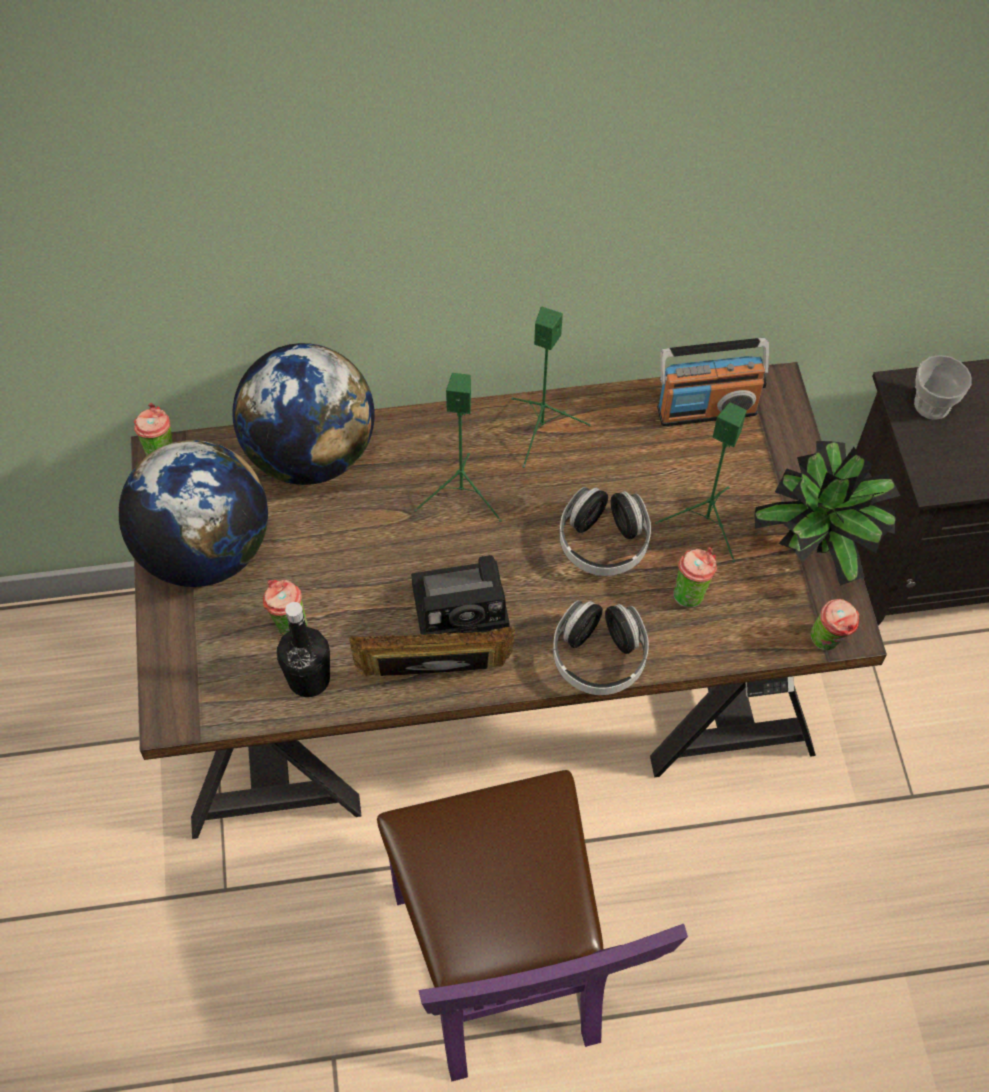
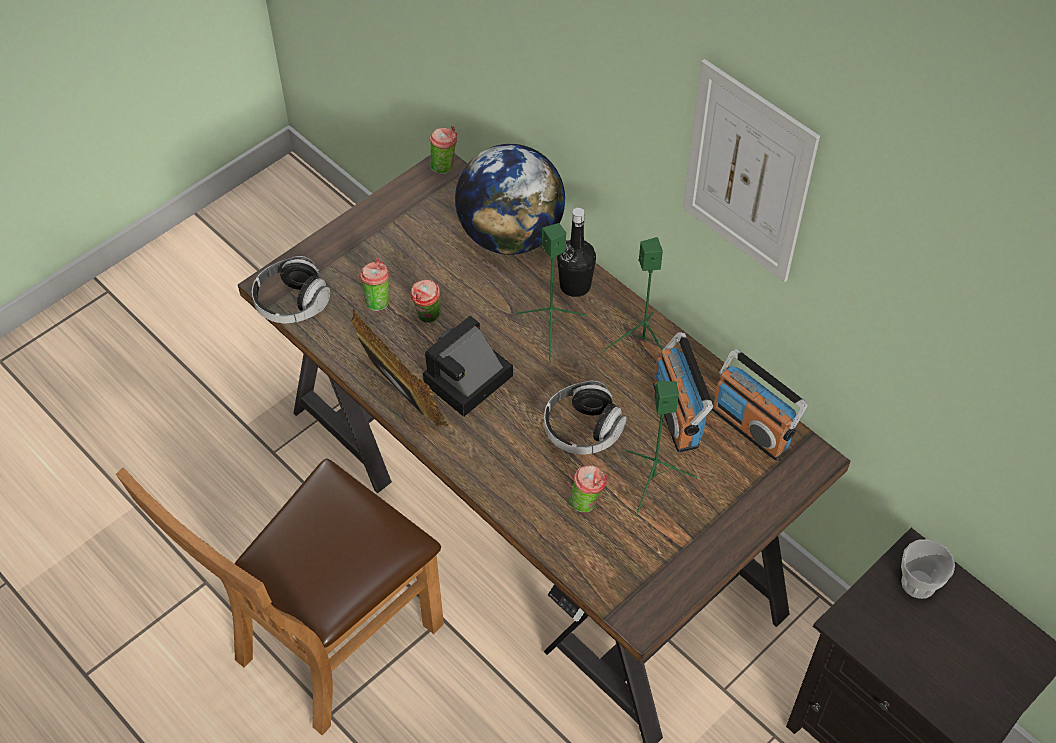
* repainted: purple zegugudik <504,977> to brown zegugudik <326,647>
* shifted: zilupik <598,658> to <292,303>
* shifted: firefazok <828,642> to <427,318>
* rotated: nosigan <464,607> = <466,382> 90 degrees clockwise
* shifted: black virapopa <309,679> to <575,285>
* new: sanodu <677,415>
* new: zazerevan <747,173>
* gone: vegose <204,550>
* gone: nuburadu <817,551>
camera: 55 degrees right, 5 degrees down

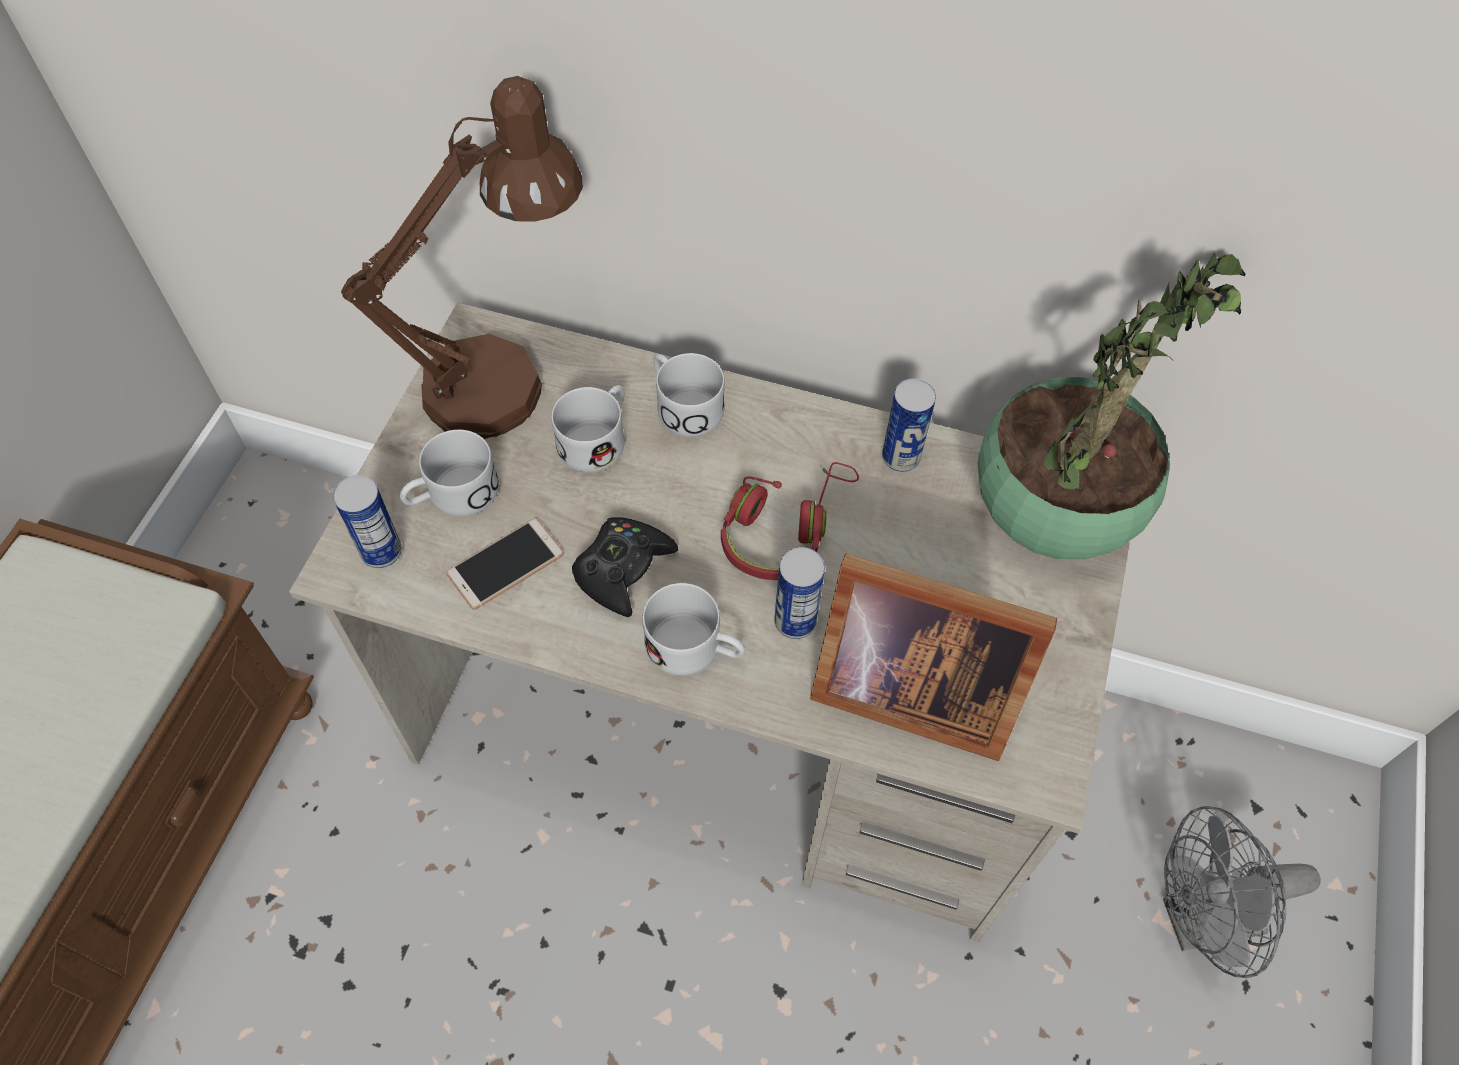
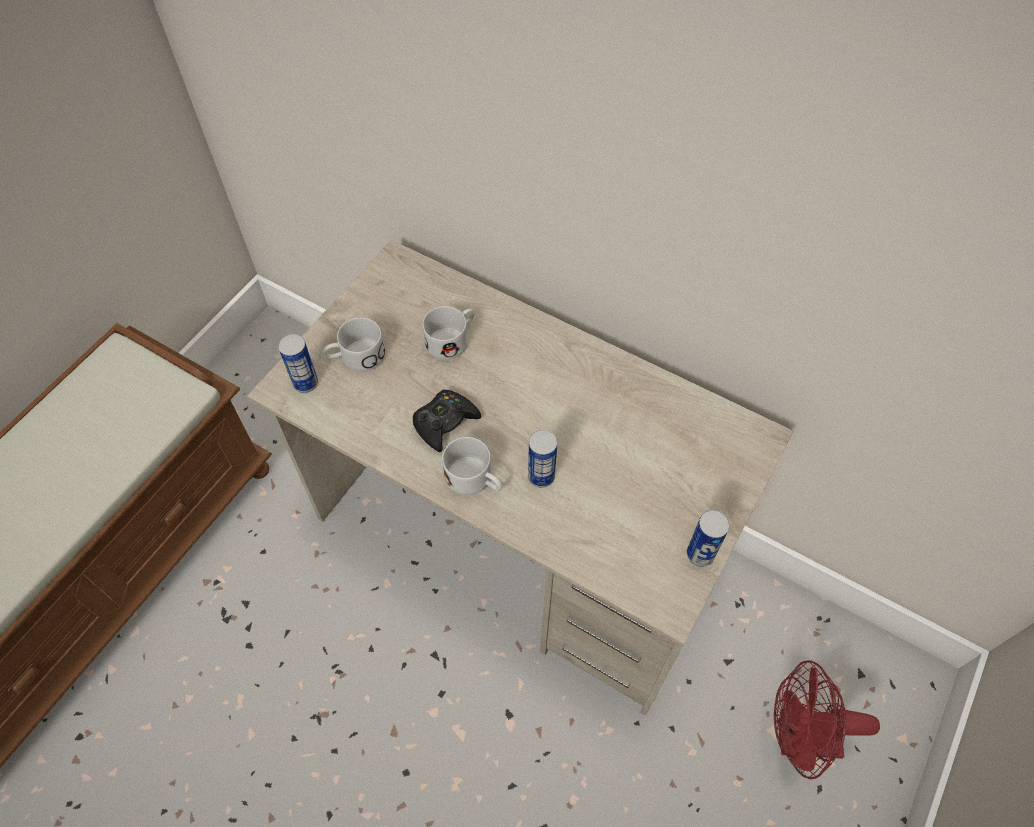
* shifted: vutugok <901,457> to <700,554>
* repainted: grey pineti <1197,922> to red pineti <798,739>
* gone: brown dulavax <505,379>
* gone: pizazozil <505,564>
* gone: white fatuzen <683,405>
* gone: red zilupik <783,529>
* gone: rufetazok <907,685>
* gone: nuburadu <1052,514>
camera: 15 degrees right, 0 degrees up

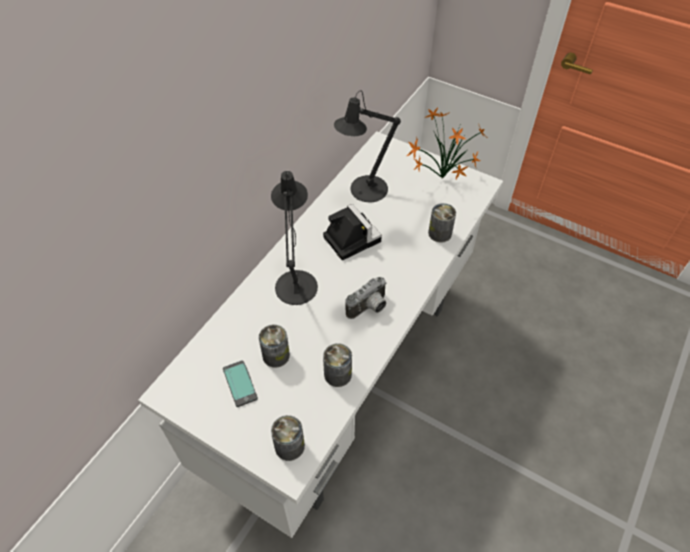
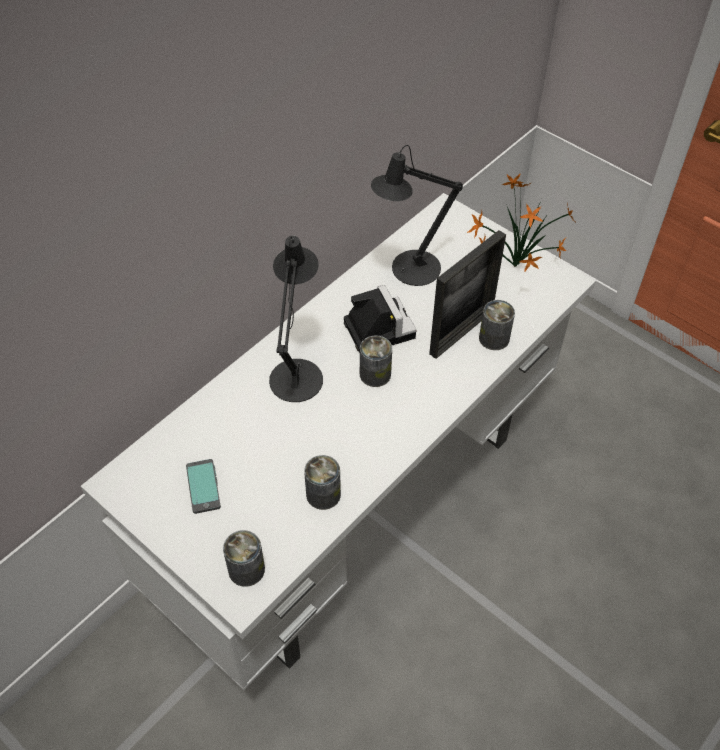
* shifted: vutugok <276,355> to <375,374>
* new: rufetazok <461,332>
* gone: nosigan <369,308>
camera: 10 degrees right, 0 degrees up

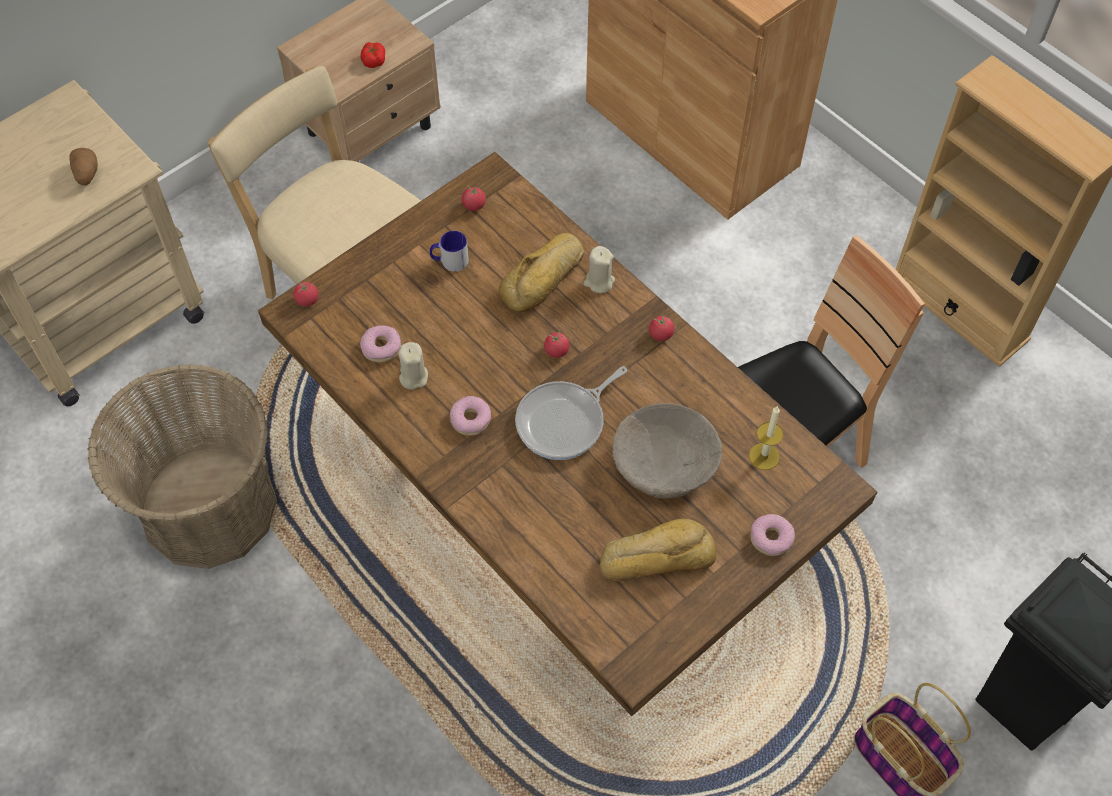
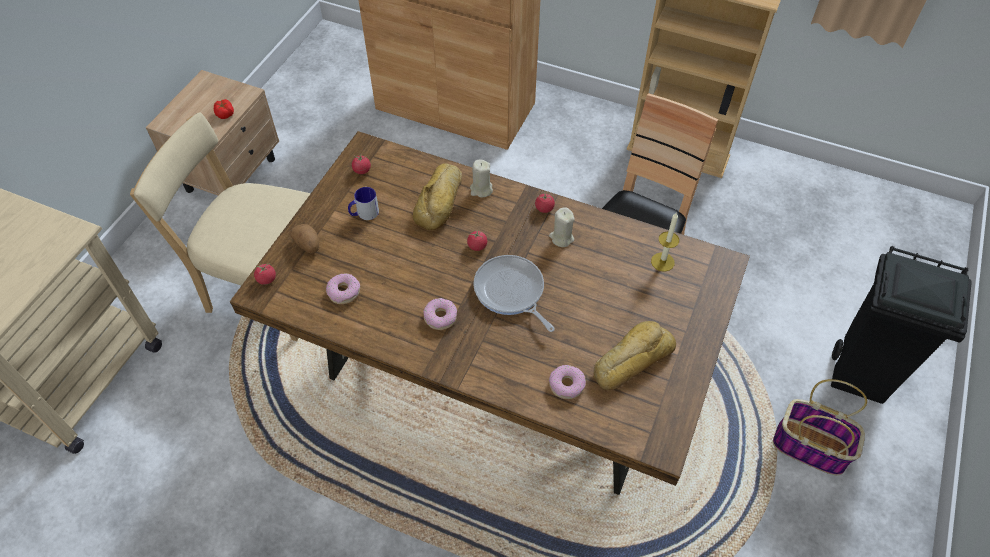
* shifted: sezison <86,174> to <308,245>
* rotated: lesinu <564,422> = <511,292> 120 degrees clockwise
* shifted: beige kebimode <413,376> to <561,238>
* shifted: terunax <771,538> to <566,384>
* gone: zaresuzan <208,507>
* gone: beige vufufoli <664,463>
camera: 25 degrees left, 5 degrees down

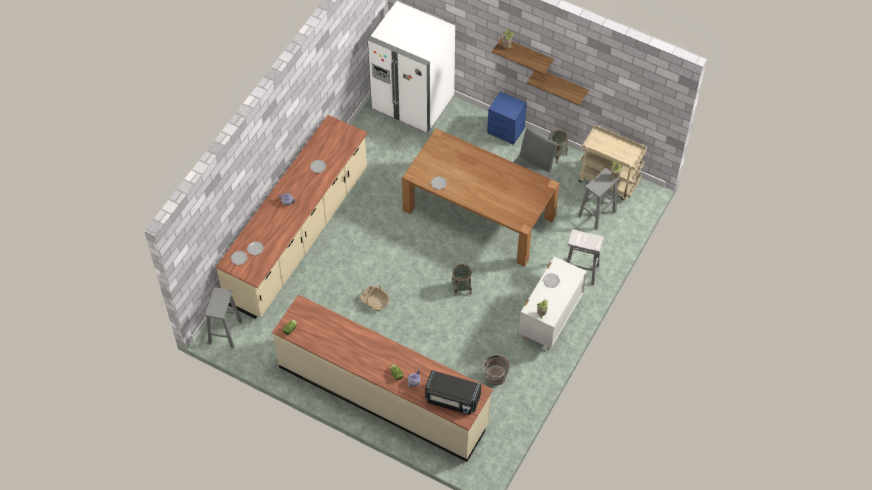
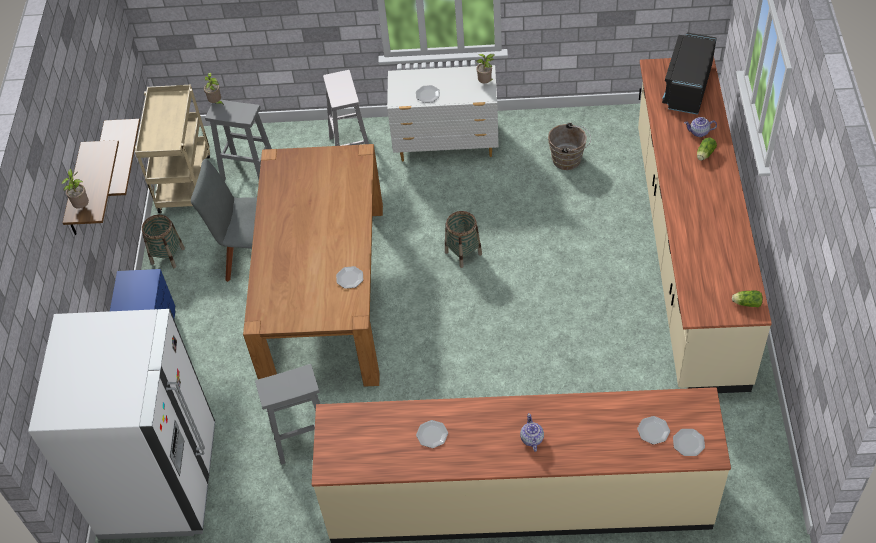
* shifted: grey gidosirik <225,332> to <301,438>
* rotated: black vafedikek <452,399> = <687,87> 150 degrees counterclockwise
* gone: zaresuzan <374,301>
camera: 115 degrees left, 5 degrees down

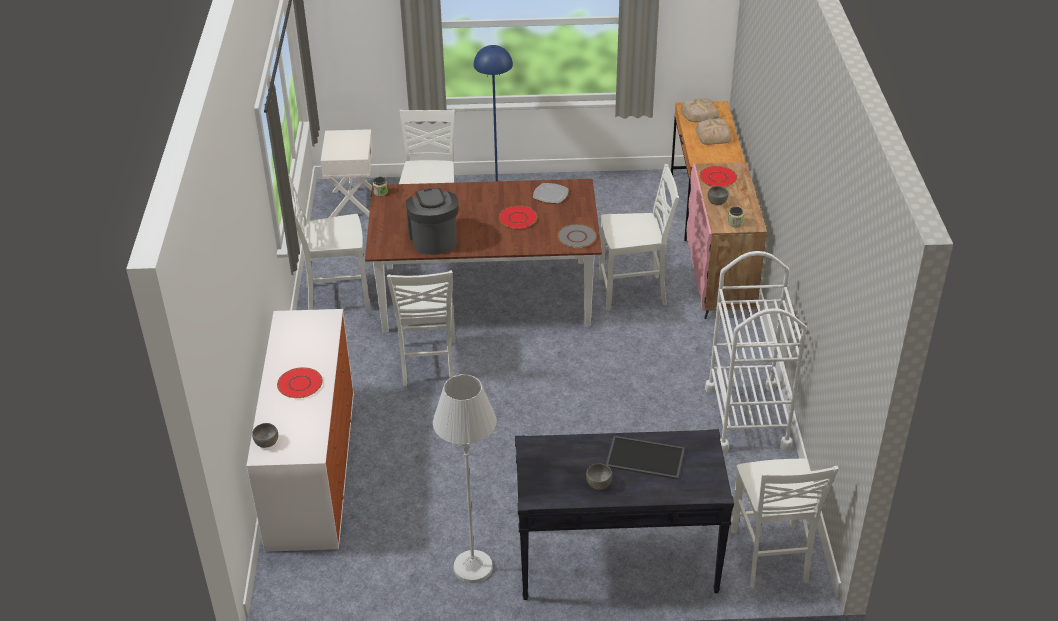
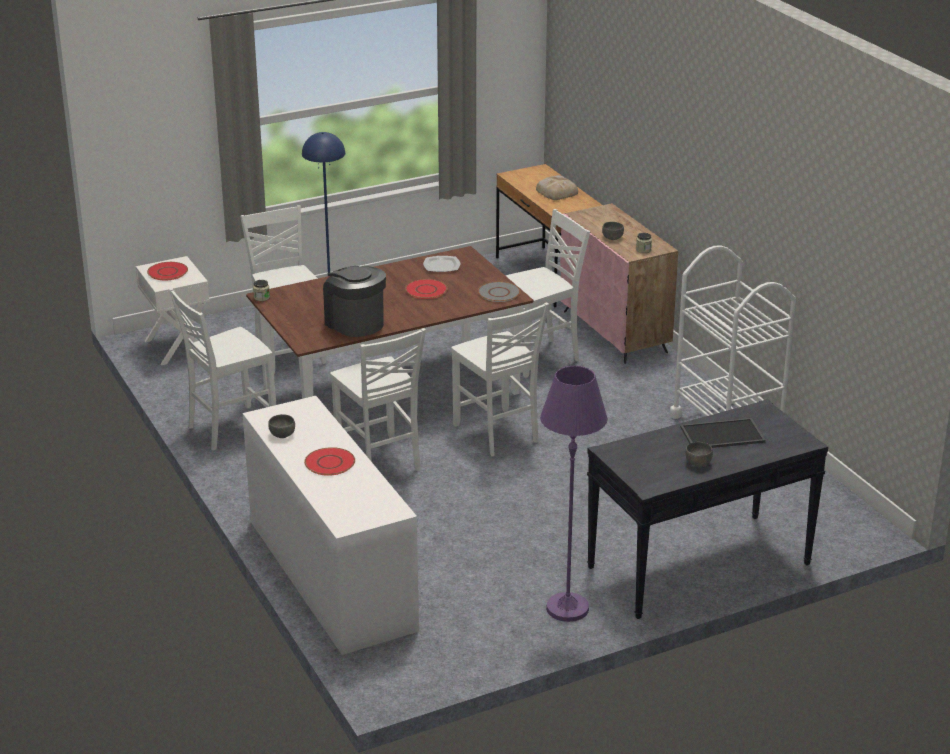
* shifted: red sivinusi <718,177> to <167,272>
* shifted: grey vufufoli <266,442> to <282,434>
* shifted: white zegugudik <770,557> to <497,434>
* repainted: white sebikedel <473,567> to purple sebikedel <567,608>
* gone: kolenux <698,113>
camera: 25 degrees left, 10 degrees down

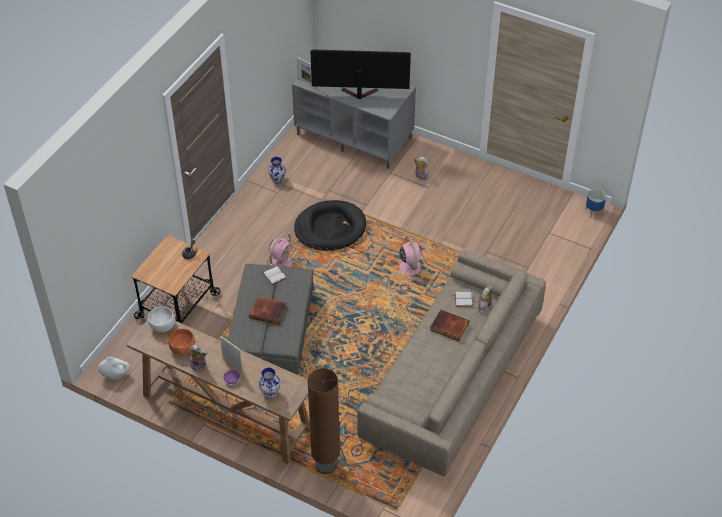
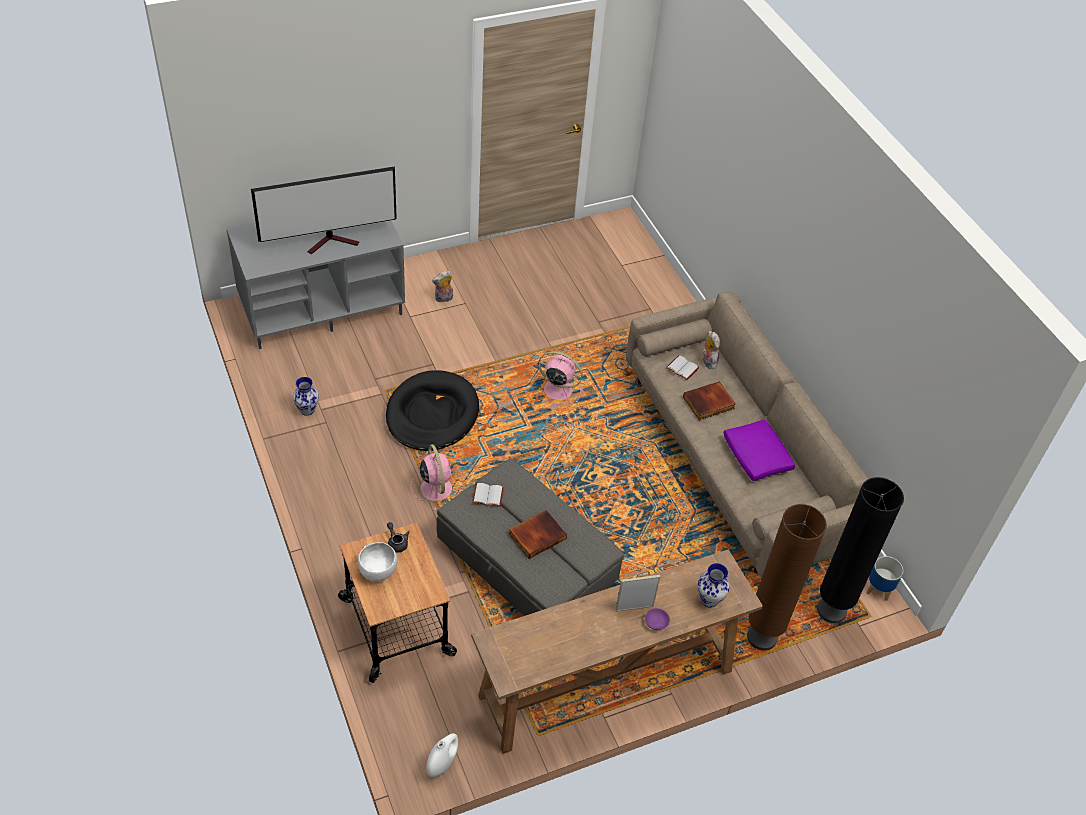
* rotated: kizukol <358,94> = <333,242> 150 degrees counterclockwise
* shifted: white vufufoli <162,326> to <378,570>
* new: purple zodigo <757,457>
* new: black sebikedel <831,611>
* shifted: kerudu <593,212> to <879,589>
* gone: orange vufufoli <182,348>
* gone: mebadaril <199,365>
* gone: rufetazok <306,84>
camera: 55 degrees left, 0 degrees up

